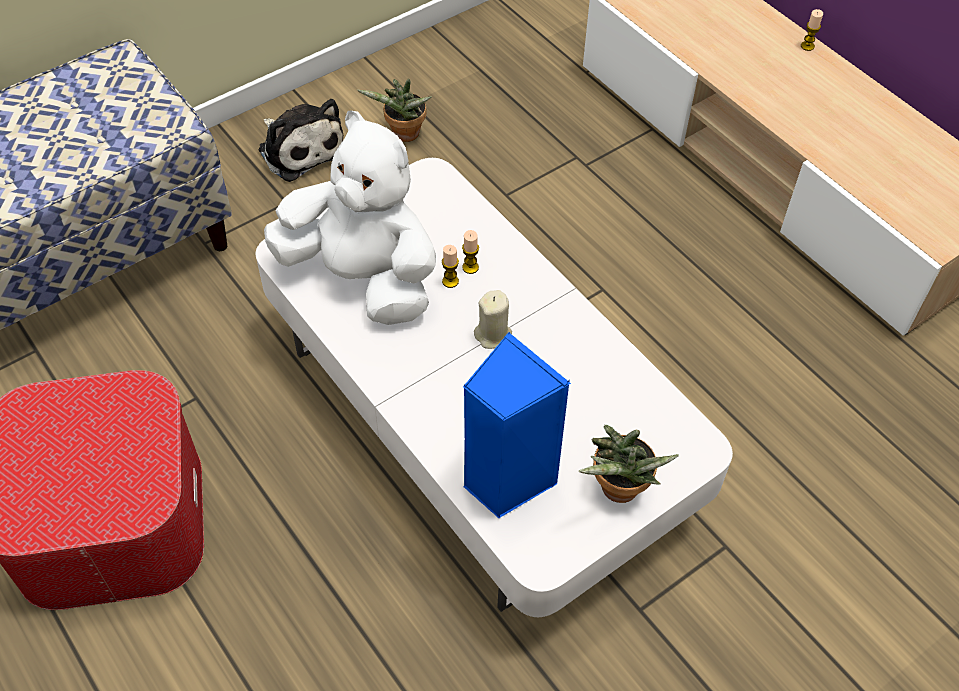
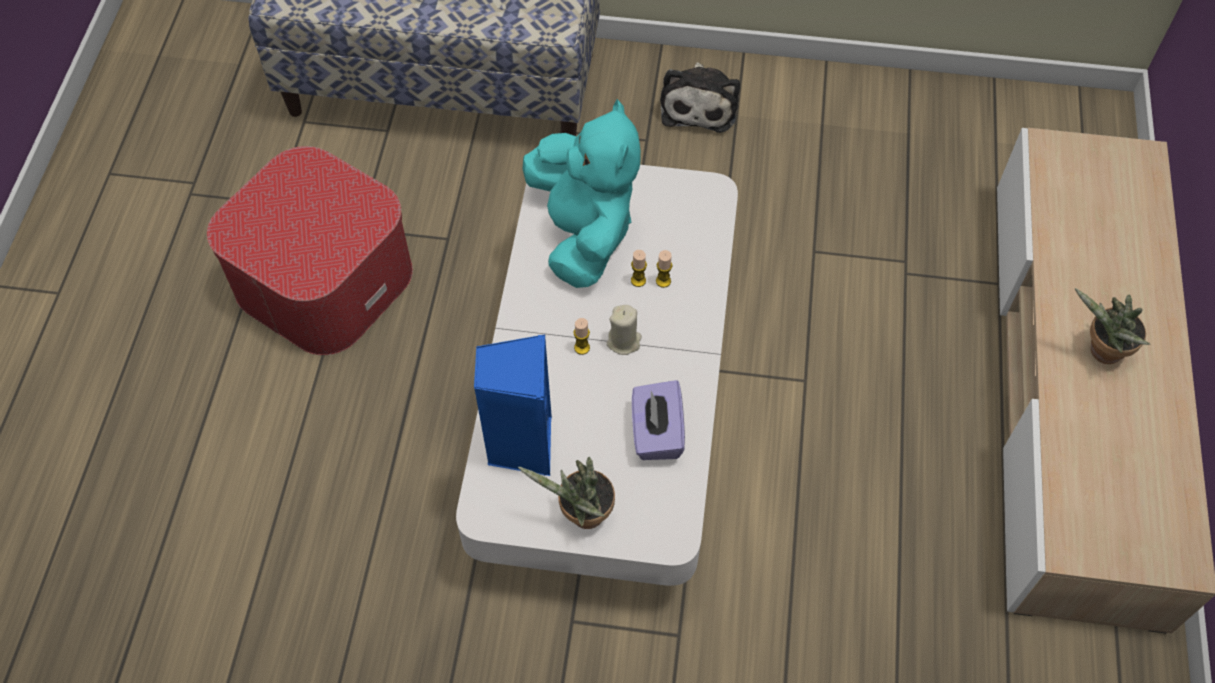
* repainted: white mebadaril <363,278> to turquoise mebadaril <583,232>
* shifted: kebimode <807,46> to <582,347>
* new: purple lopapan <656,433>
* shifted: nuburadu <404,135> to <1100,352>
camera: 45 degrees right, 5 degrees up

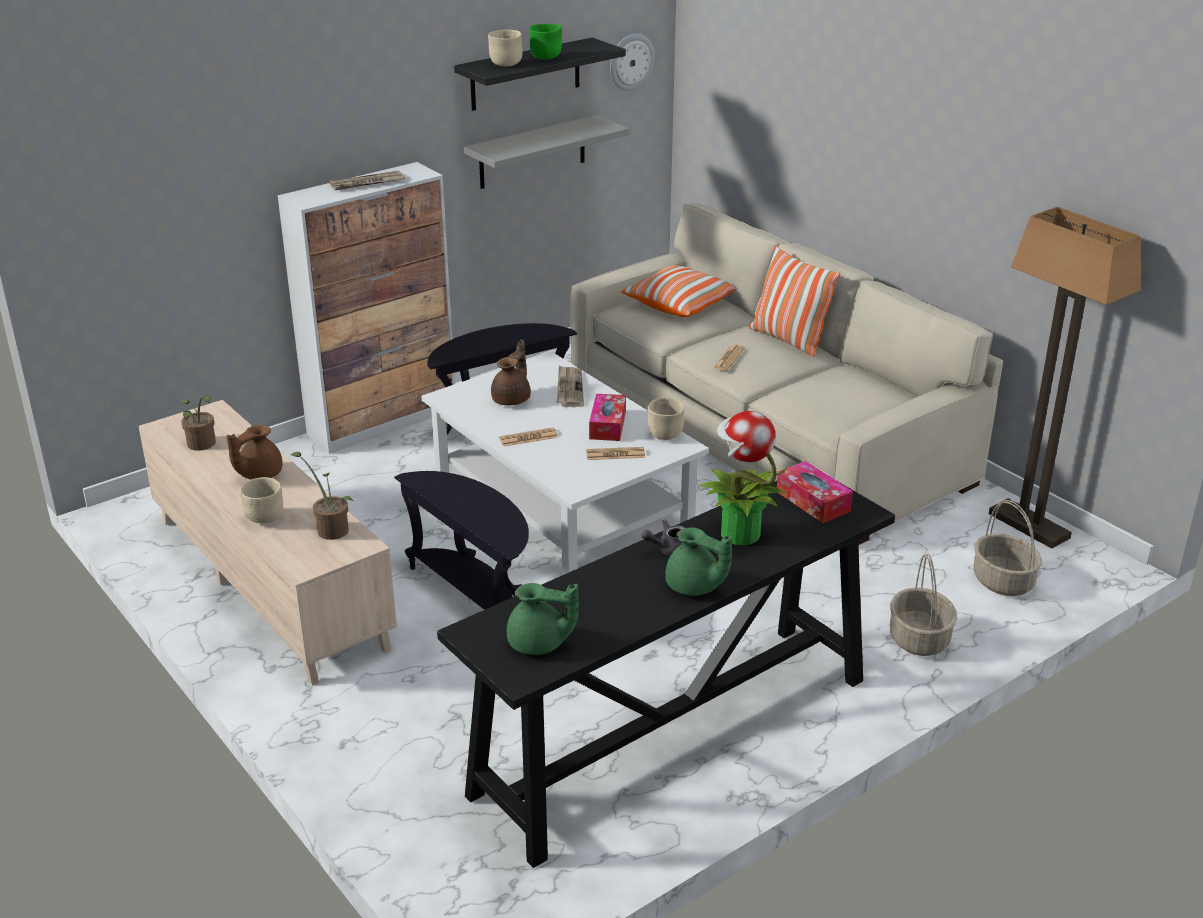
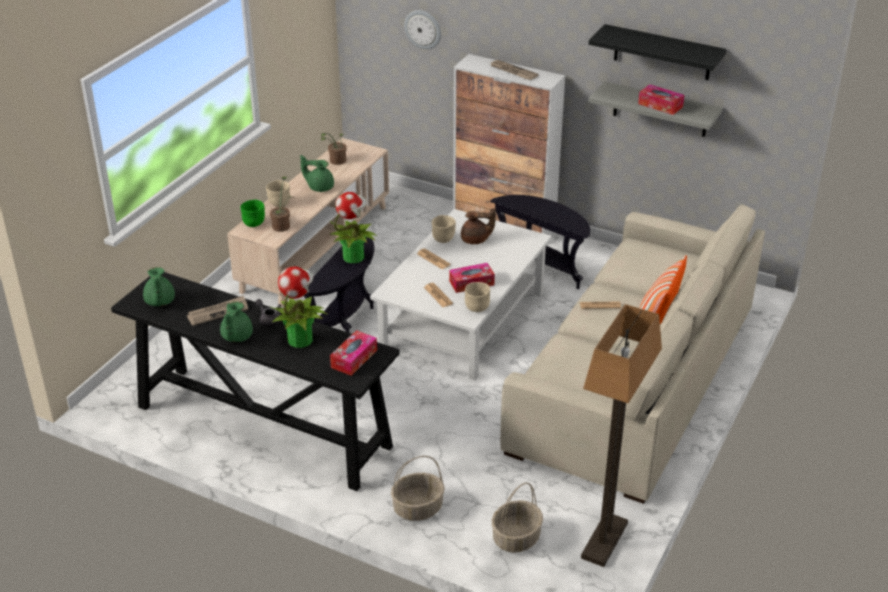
* shifted: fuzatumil <569,389> to <218,312>
* shifted: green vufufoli <546,57> to <254,223>
* repainted: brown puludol <258,474> to green puludol <319,187>
* new: nuburadu <354,256>
* shifted: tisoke <630,61> to <423,29>
* shifted: beige vufufoli <505,64> to <443,239>
* new: lopapan <660,105>
* gone: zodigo <680,304>
camera: 65 degrees right, 5 degrees up

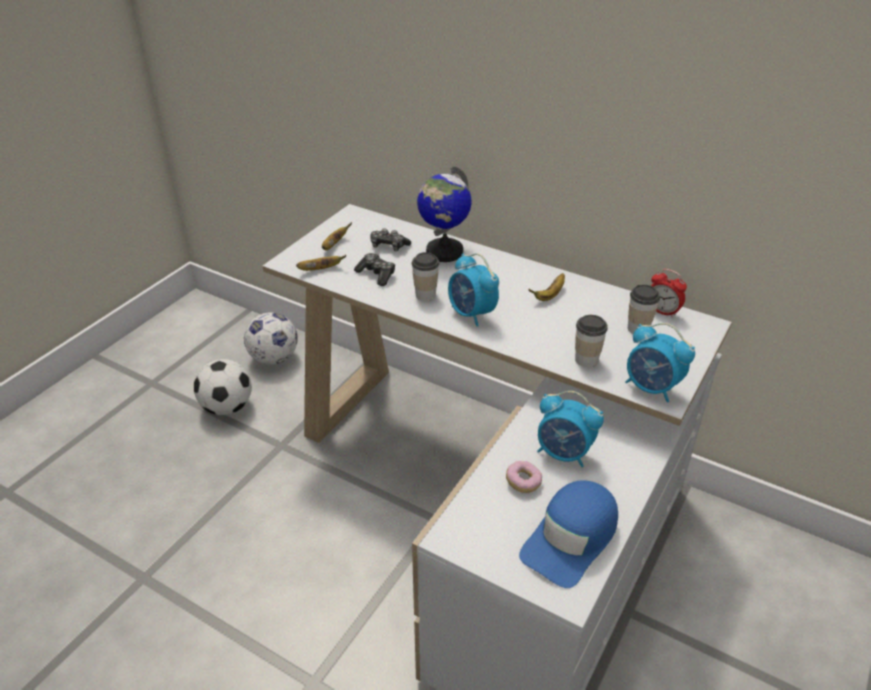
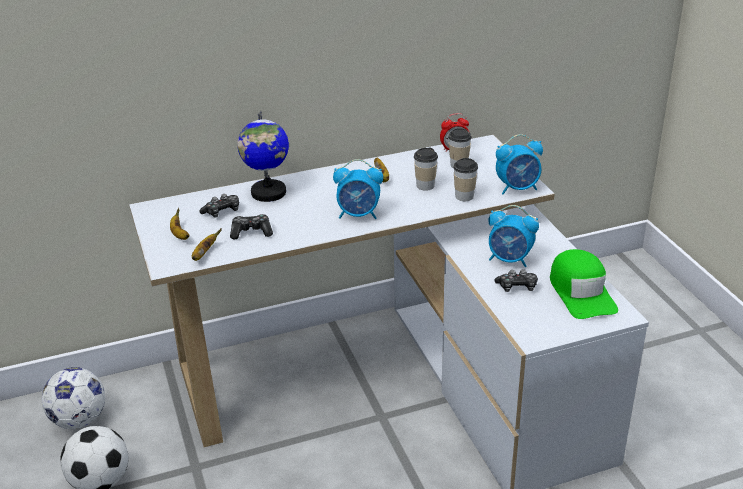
* shifted: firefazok <425,294> to <425,185>
* rotated: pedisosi <564,453> = <510,260> 45 degrees clockwise
* swapped: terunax <523,482> to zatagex <517,287>
* repainted: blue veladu <571,538> to green veladu <581,292>
camera: 50 degrees left, 5 degrees down

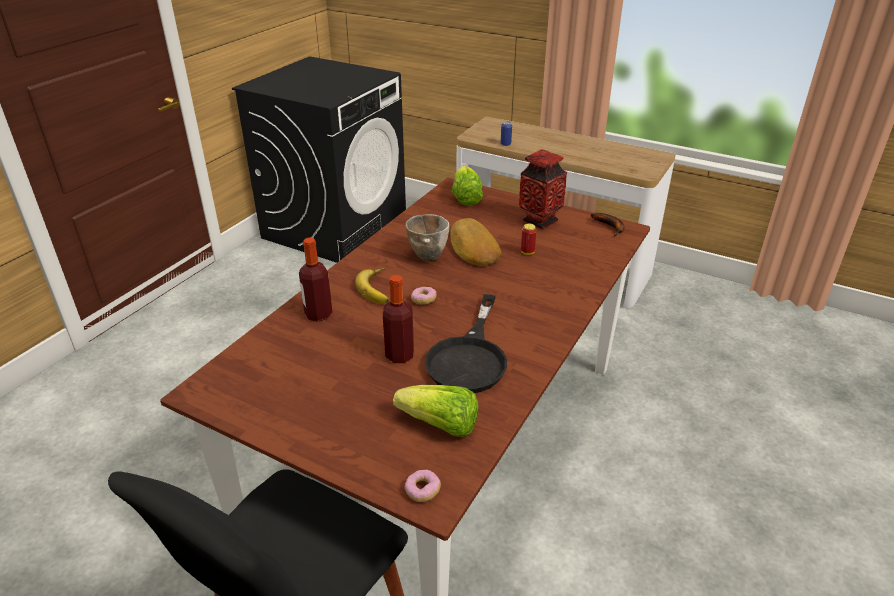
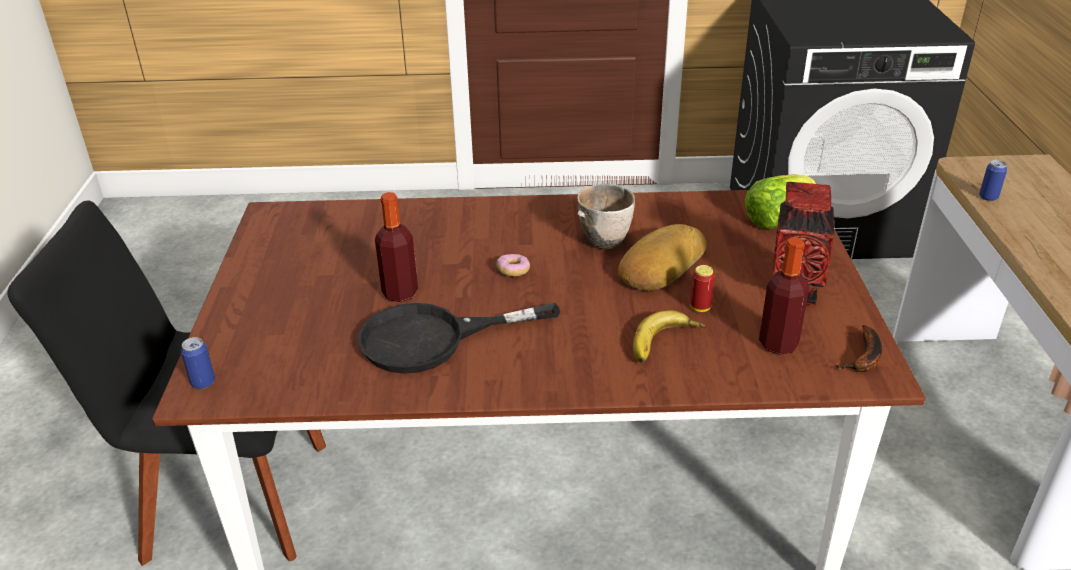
* swapped: terunax <422,491> to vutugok <203,382>
* shifted: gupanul <379,289> to <666,344>
* shifted: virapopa <318,314> to <778,344>
* gone: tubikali <440,425>
camera: 60 degrees right, 0 degrees up

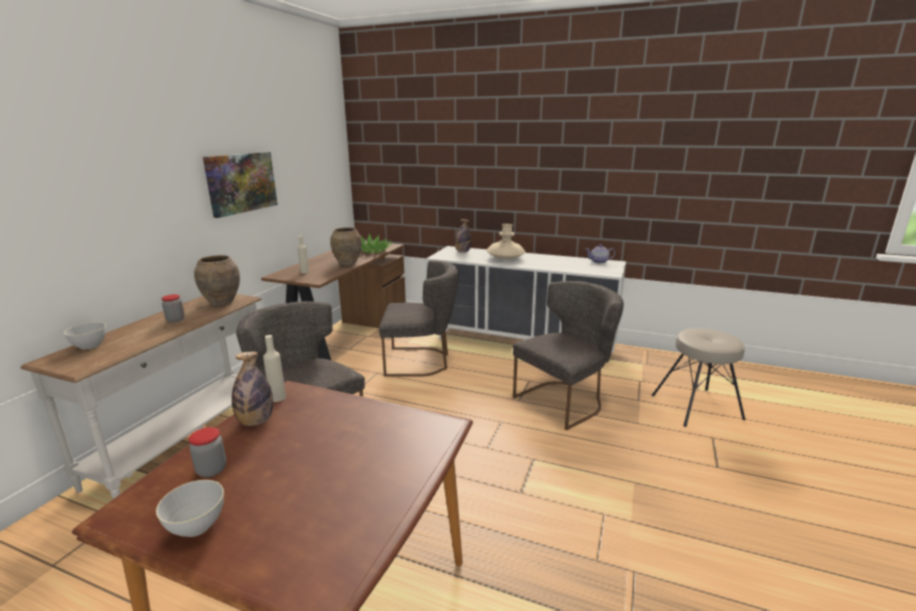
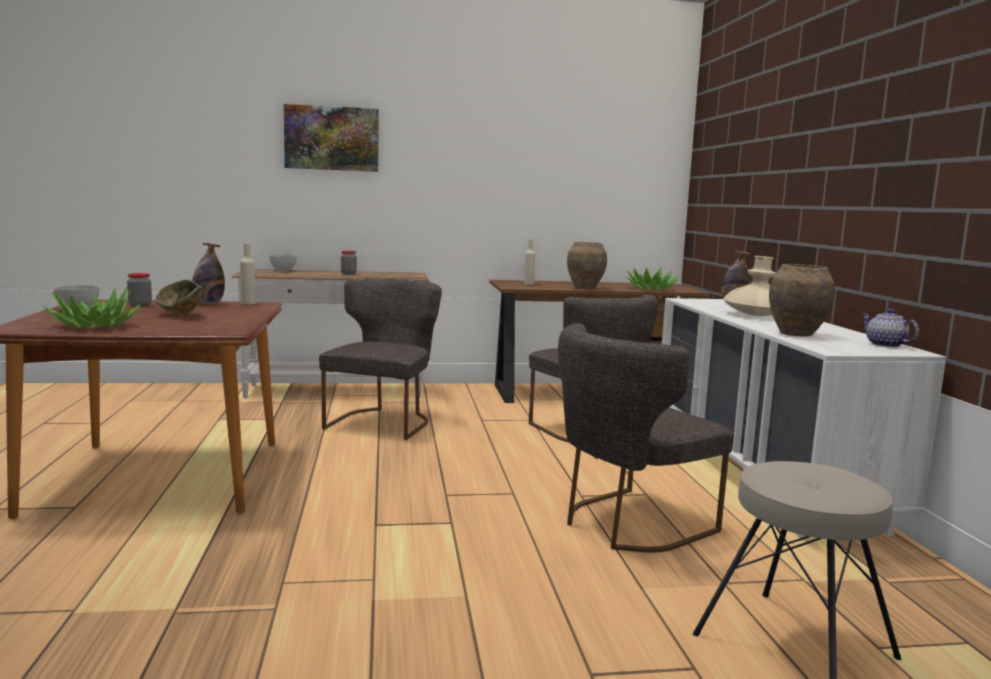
* new: nuburadu <94,325>
* new: vufufoli <181,315>
* shifted: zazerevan <241,183> to <332,138>
* rotated: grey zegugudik <565,400> = <627,524> 120 degrees clockwise
* shifted: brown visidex <221,302> to <796,334>
camera: 60 degrees right, 10 degrees down

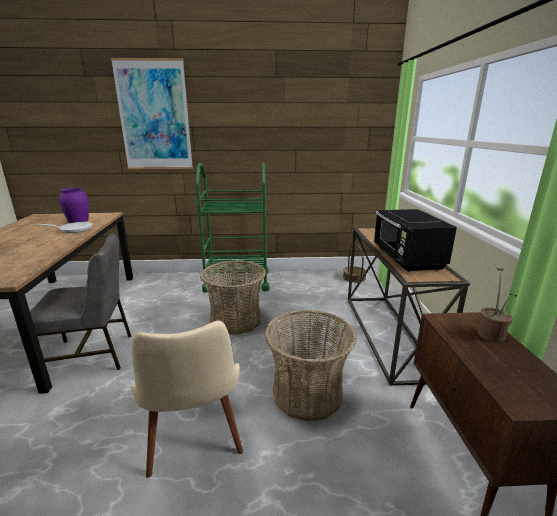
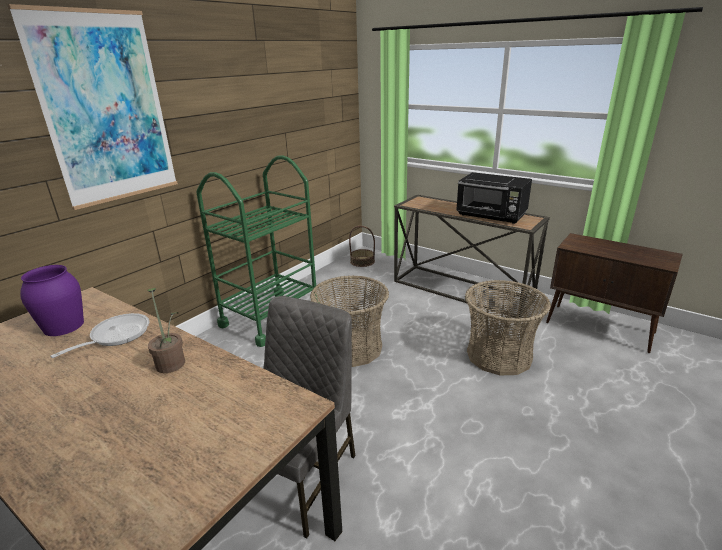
* shifted: nuburadu <491,333> to <171,361>
* gone: beige zegugudik <195,440>
camera: 50 degrees left, 5 degrees up

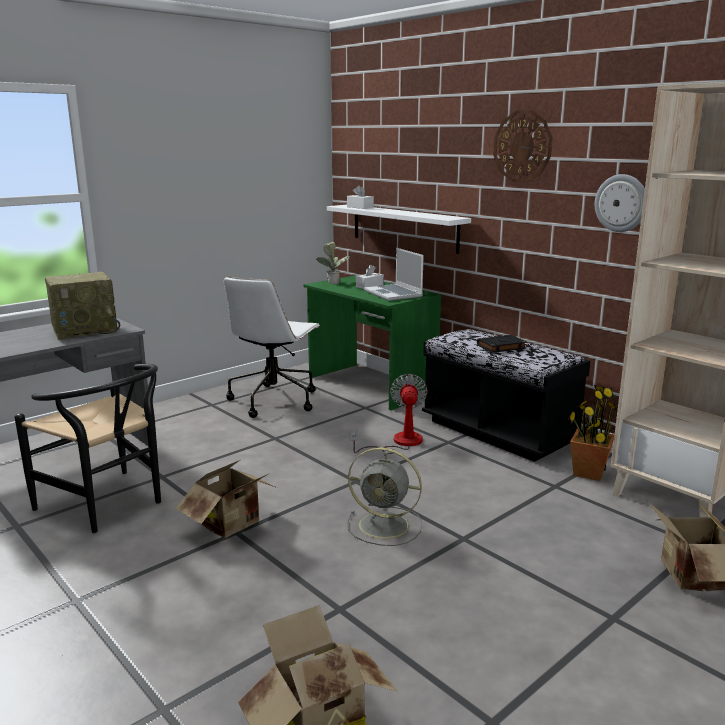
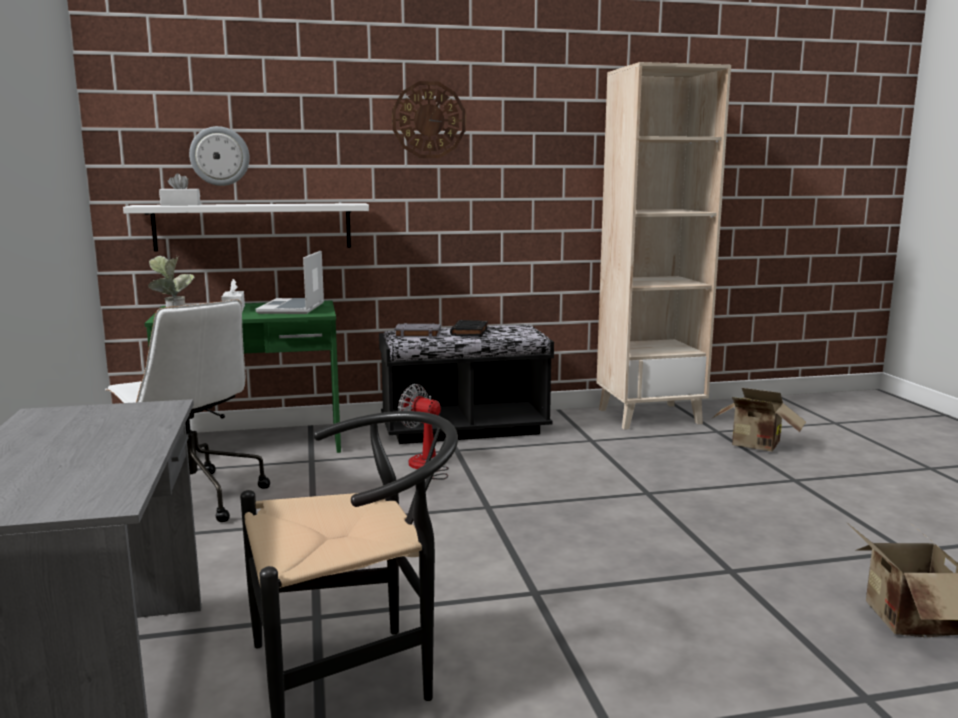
* shifted: tisoke <621,203> to <219,156>
* rotated: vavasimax <394,294> = <292,308> 90 degrees clockwise
* new: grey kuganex <417,334>
* gone: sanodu <86,330>
* gone: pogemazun <233,524>
* gone: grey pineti <386,526>
* gone: nuburadu <589,473>
camera: 60 degrees left, 5 degrees down

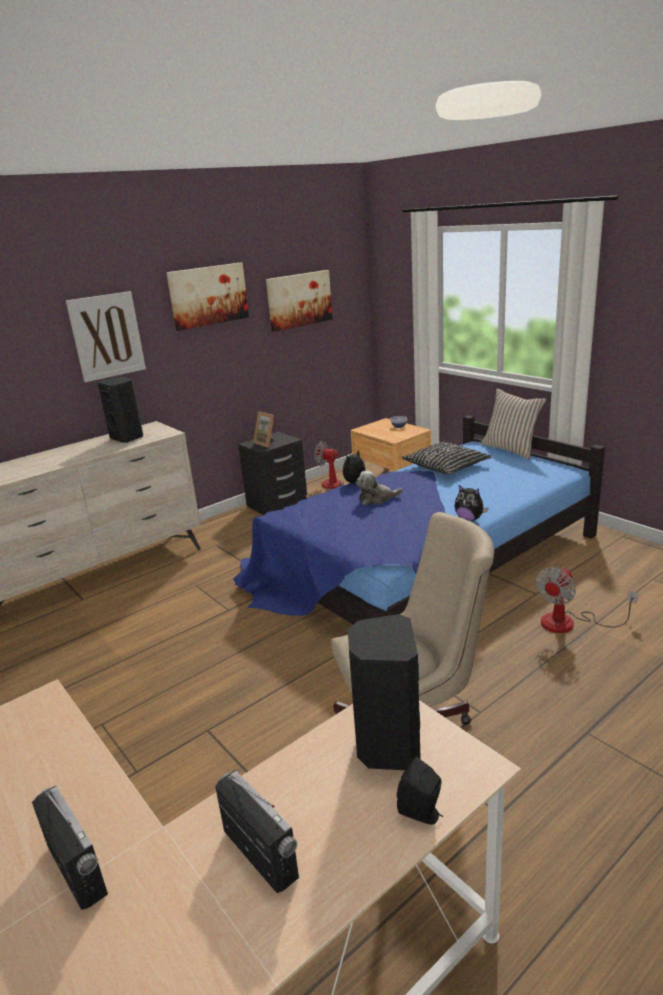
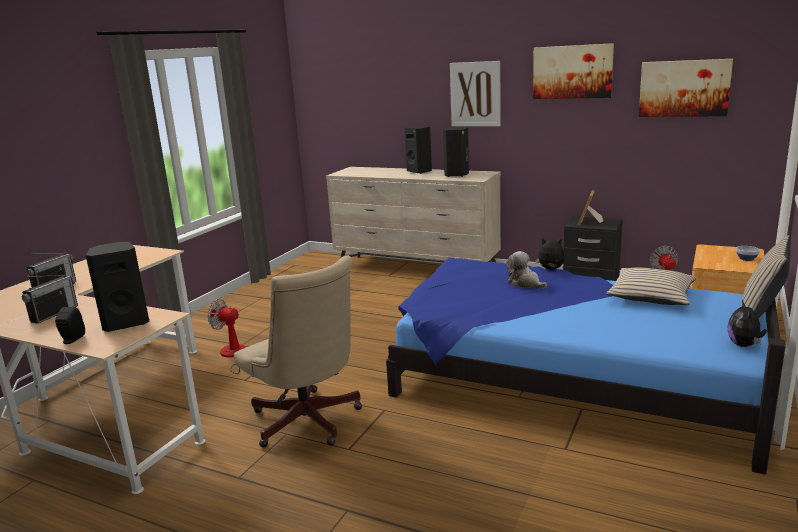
* shifted: pineti <569,623> to <234,355>
* new: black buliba <420,171>
* repainted: black zodigo <446,466> to beige zodigo <651,296>
* shifted: mebadaril <469,519> to <744,345>
camera: 65 degrees right, 5 degrees down

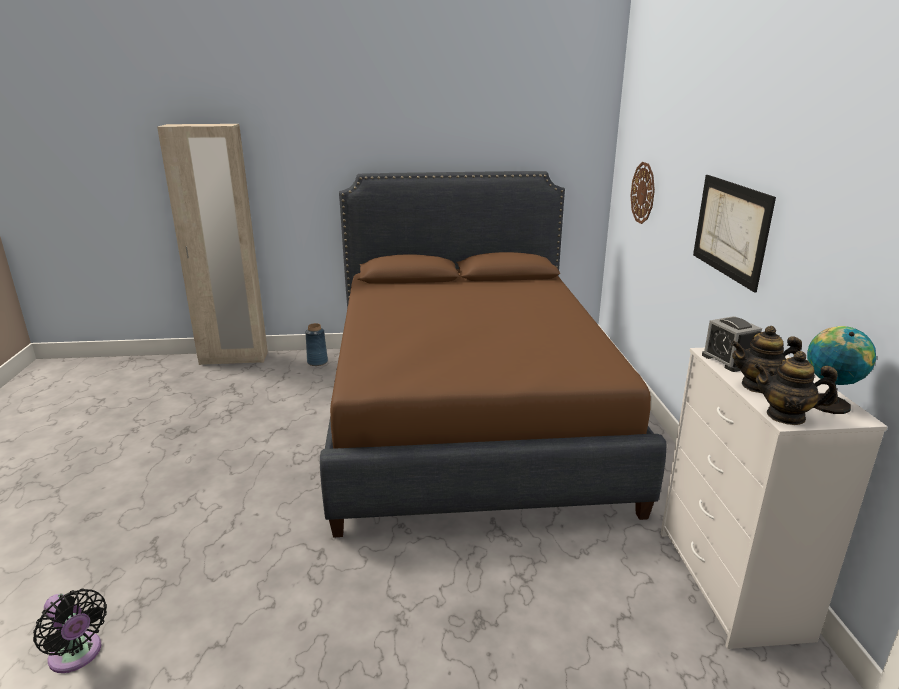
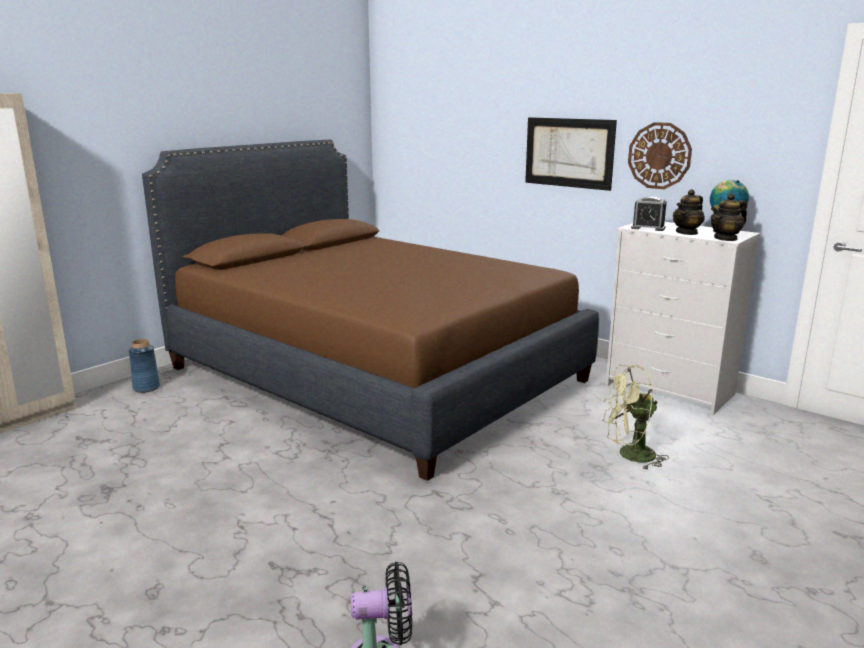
* new: green pineti <629,456>
* shifted: tisoke <643,193> to <659,155>
camera: 45 degrees left, 5 degrees down

